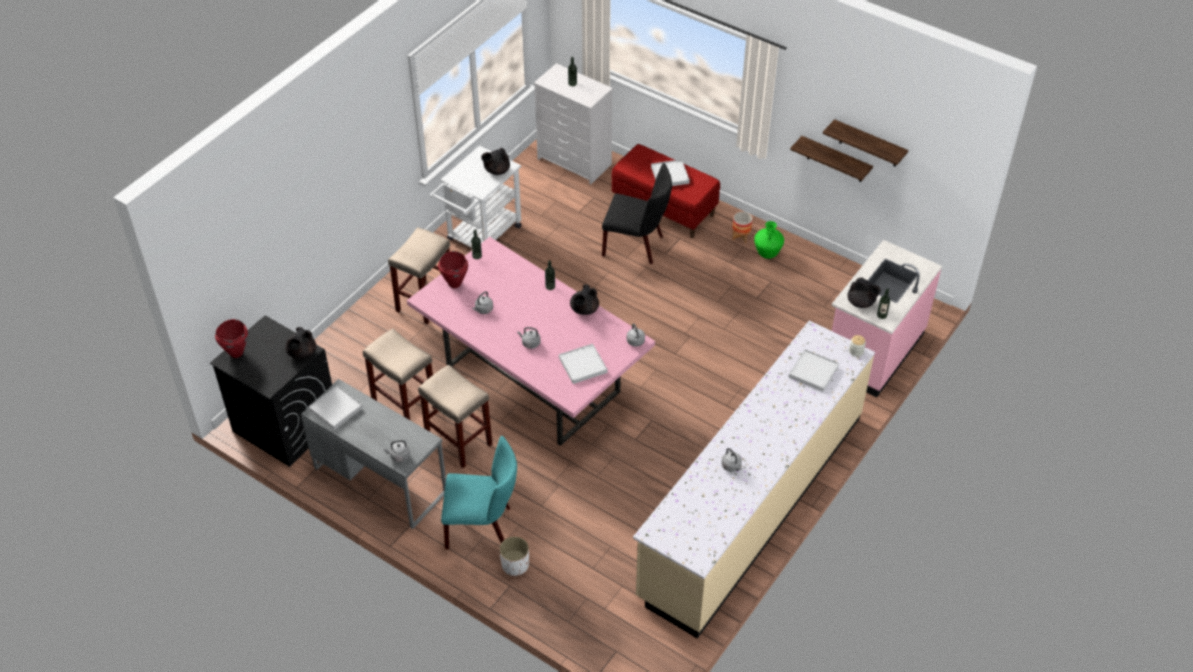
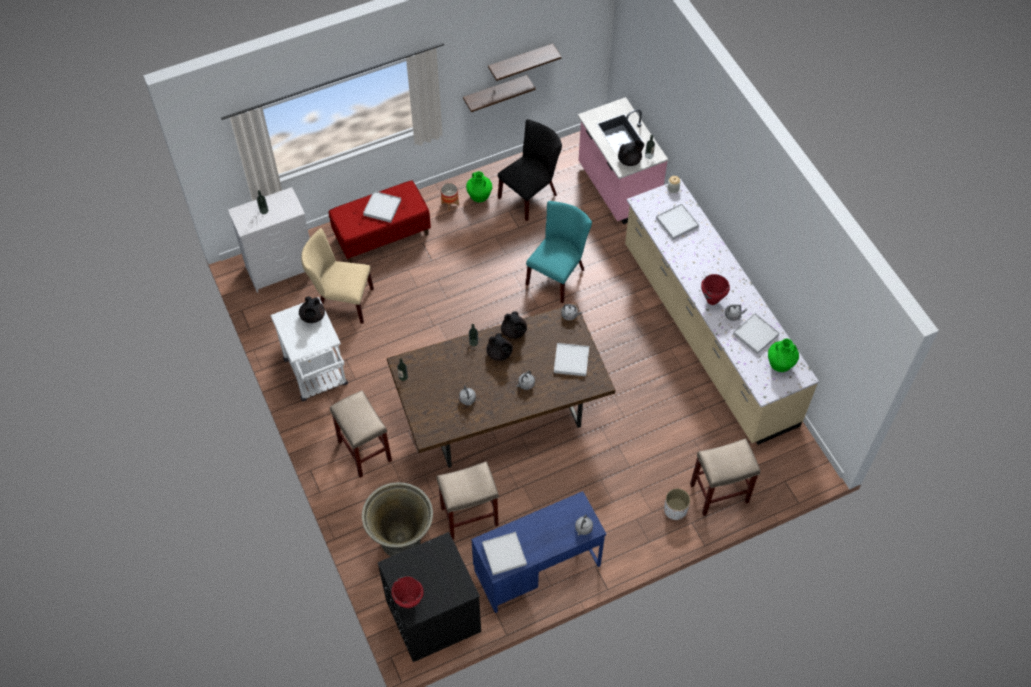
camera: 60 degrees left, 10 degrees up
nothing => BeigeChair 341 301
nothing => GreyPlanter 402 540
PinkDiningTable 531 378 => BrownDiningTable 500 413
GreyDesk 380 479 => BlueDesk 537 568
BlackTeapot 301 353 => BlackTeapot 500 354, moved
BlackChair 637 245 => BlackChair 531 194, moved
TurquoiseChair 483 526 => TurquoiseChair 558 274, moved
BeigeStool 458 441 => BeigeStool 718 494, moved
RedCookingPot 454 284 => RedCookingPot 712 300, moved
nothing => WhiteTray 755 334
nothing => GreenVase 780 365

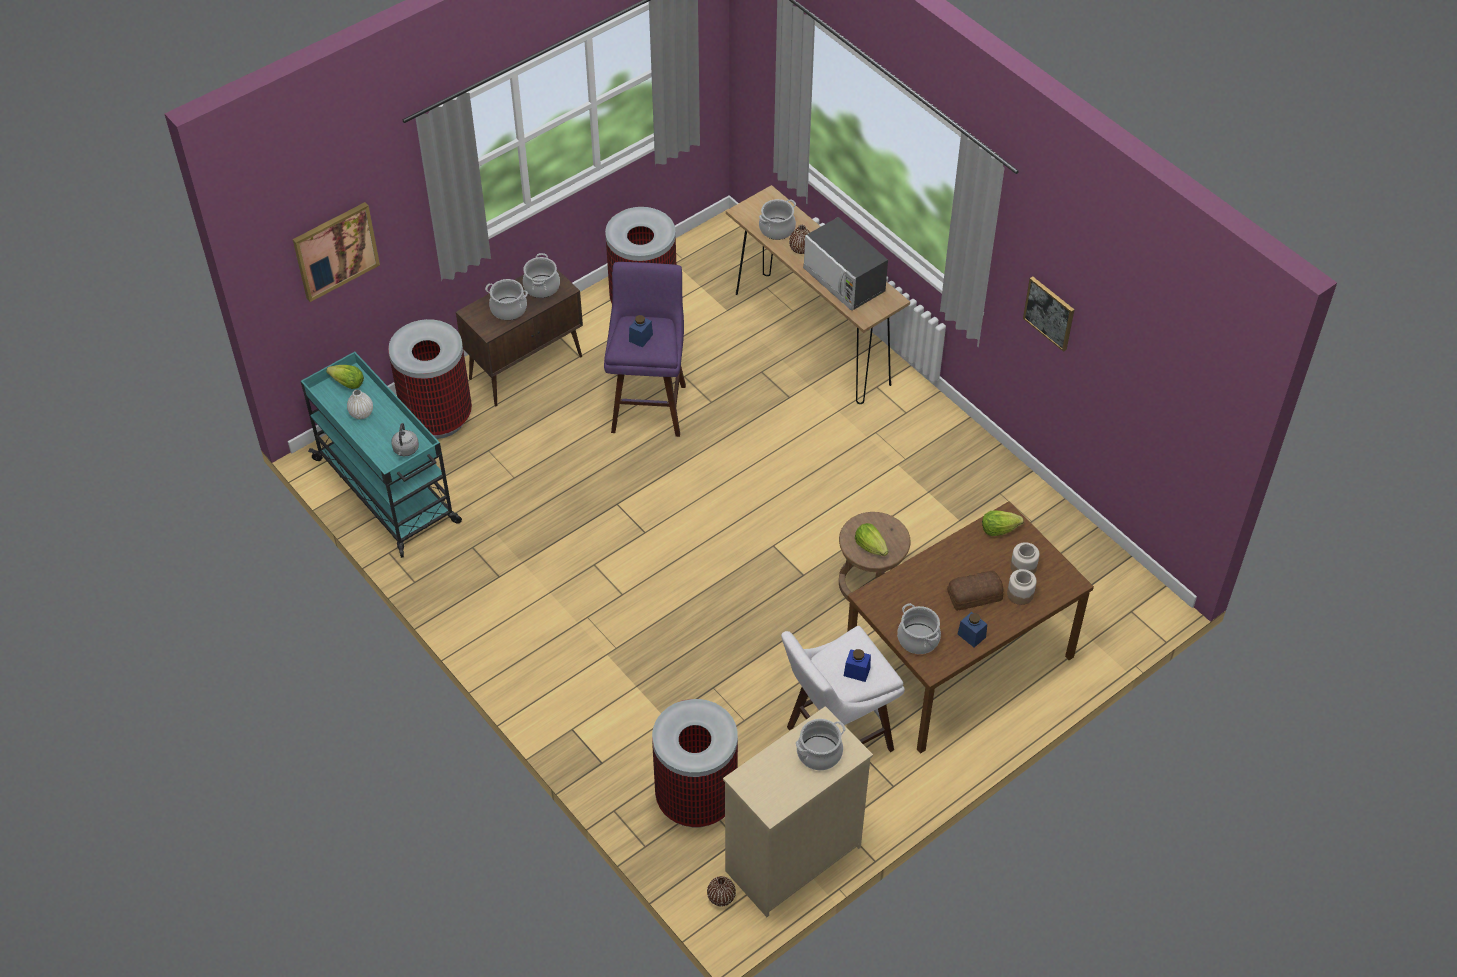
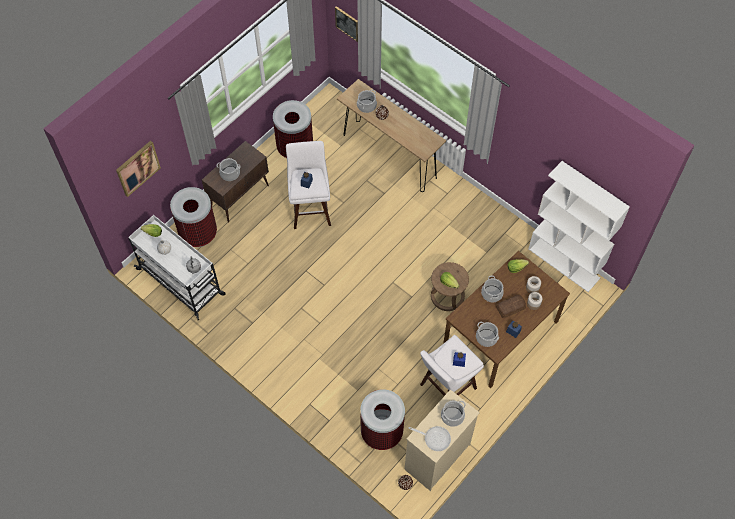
camera: 10 degrees left, 10 degrees up
TurquoiseCart 387 492 => WhiteCart 181 282
PurpleStool 649 404 => WhiteStool 310 209
Picture 1049 313 => Picture 347 23, moved
nothing => FryingPan 435 438
CookingPot 542 287 => CookingPot 492 293, moved
nothing => WhiteBookcase 564 263
Microwave 844 281 => nothing

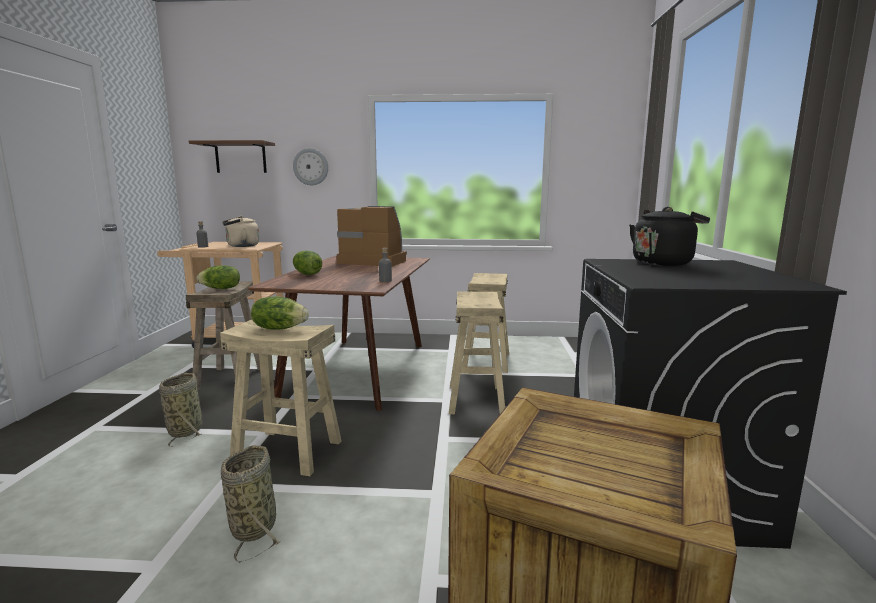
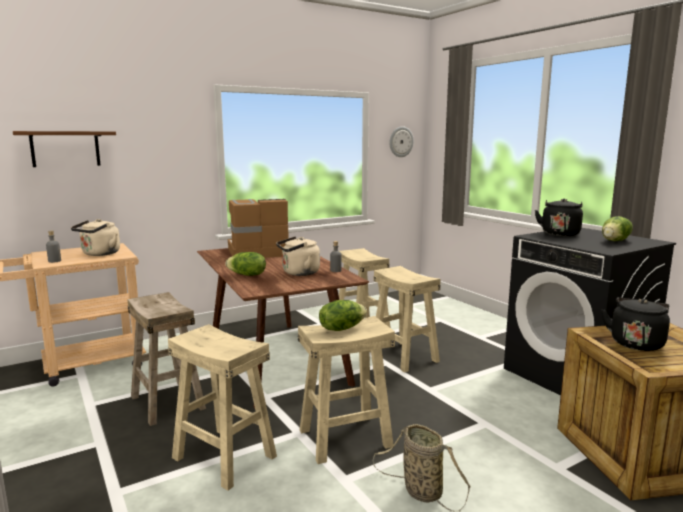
camera: 35 degrees left, 0 degrees up
Basket 186 430 => BeigeStool 223 457
nothing => BeigeKettle 298 273
WallClock 311 167 => WallClock 400 141, moved
Lettuce 221 288 => Lettuce 615 241, moved
nothing => BlackKettle 636 343

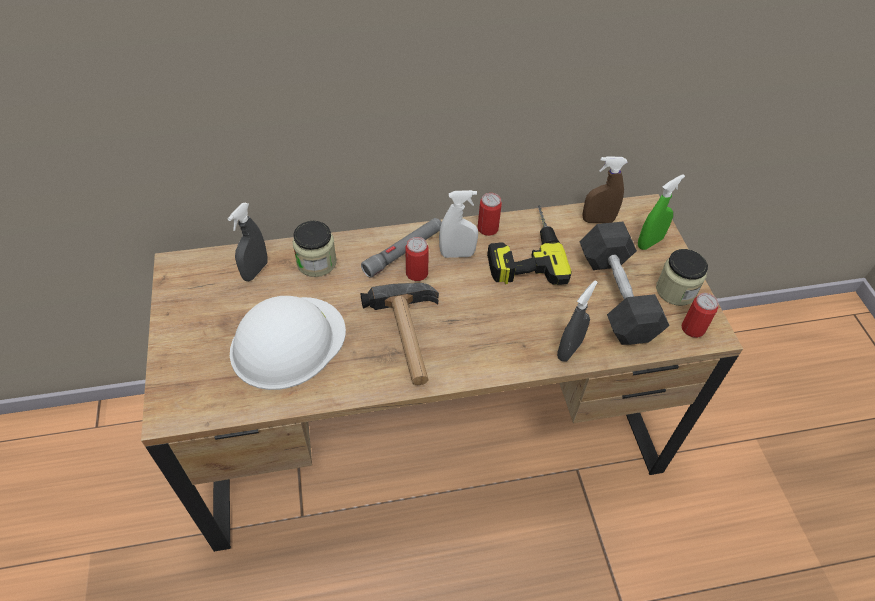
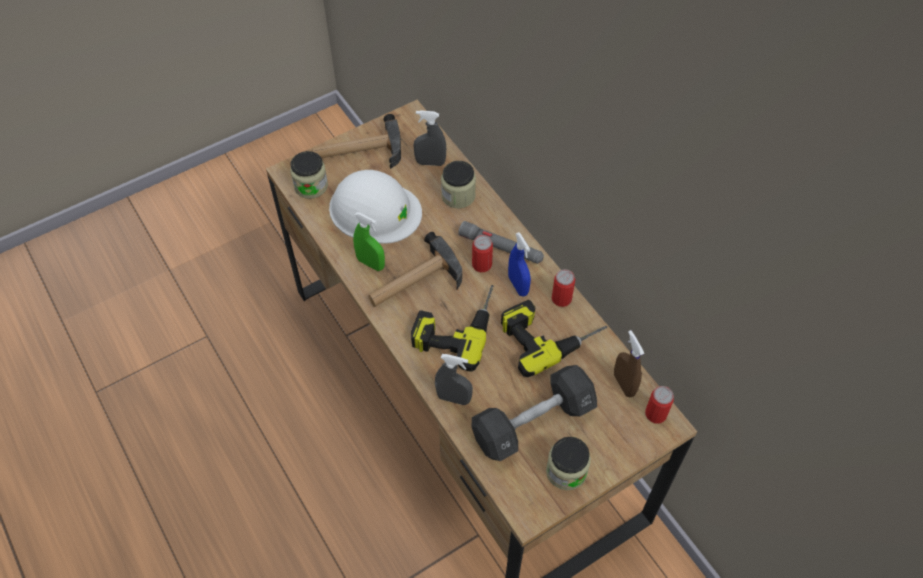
camera: 70 degrees right, 5 degrees up
nothing => Jar 311 186
nothing => Hammer 358 151
GreenSprayBottle 649 242 => GreenSprayBottle 371 263, moved
nothing => PowerDrill 455 324
WhiteSprayBottle 457 254 => BlueSprayBottle 518 285
Can 692 328 => Can 656 414, moved

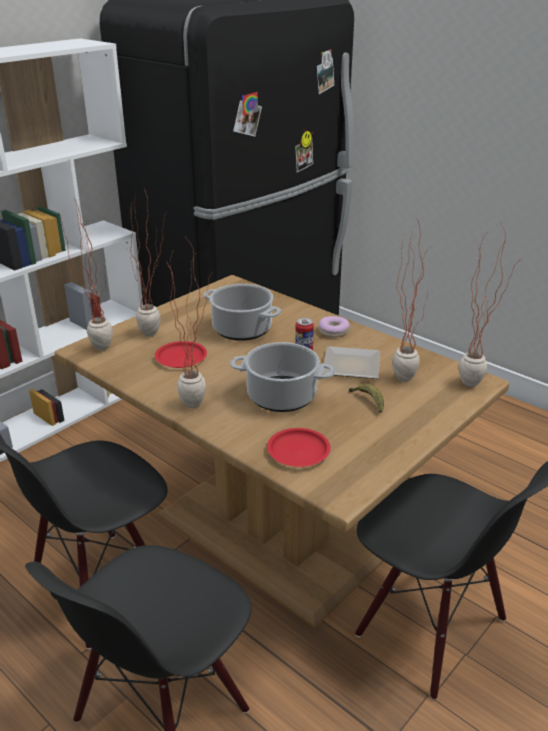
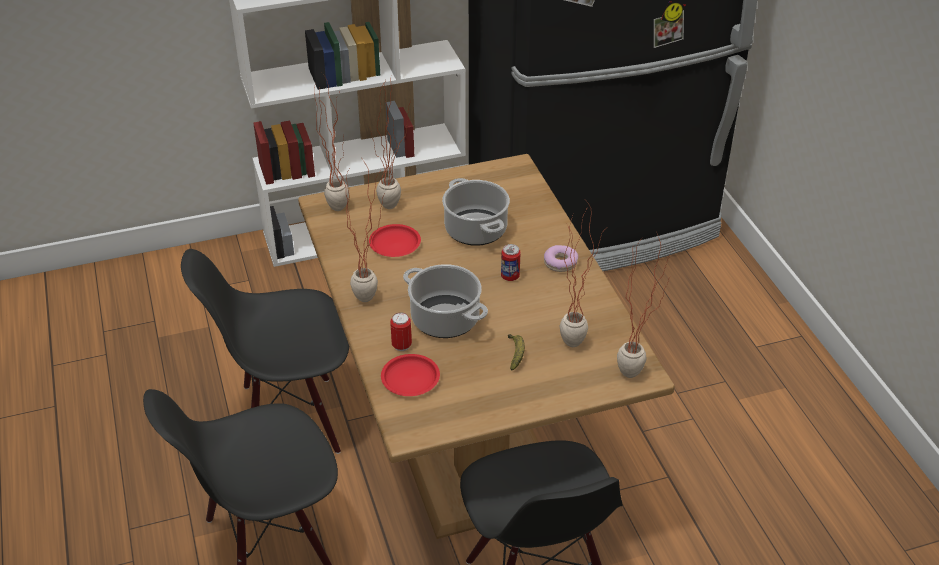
camera: 30 degrees right, 10 degrees up
nothing => Can 401 345
Plate 353 365 => nothing

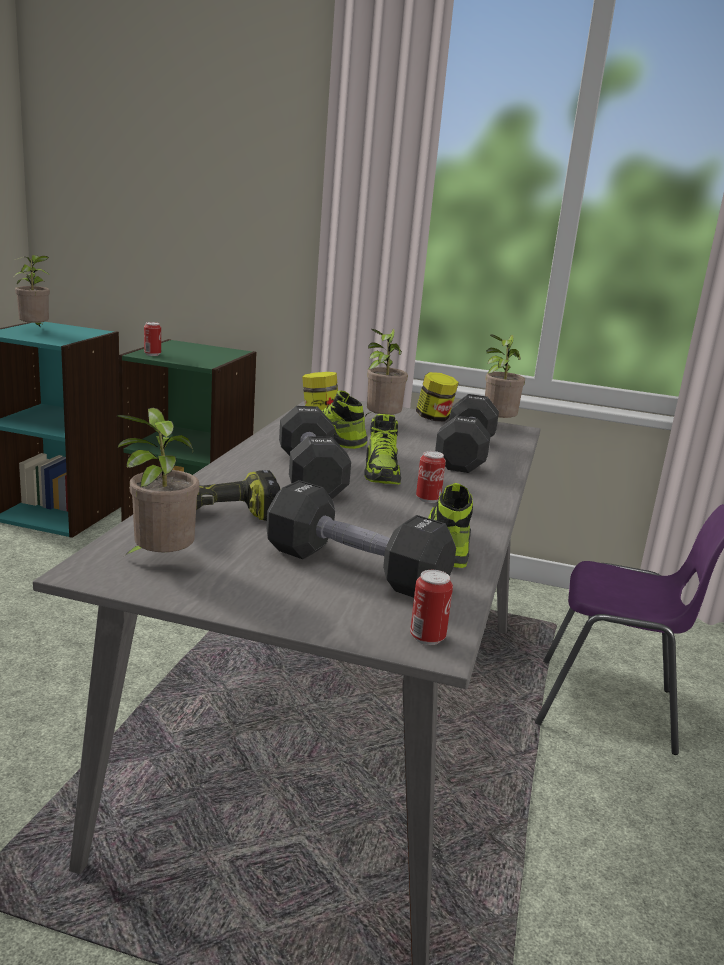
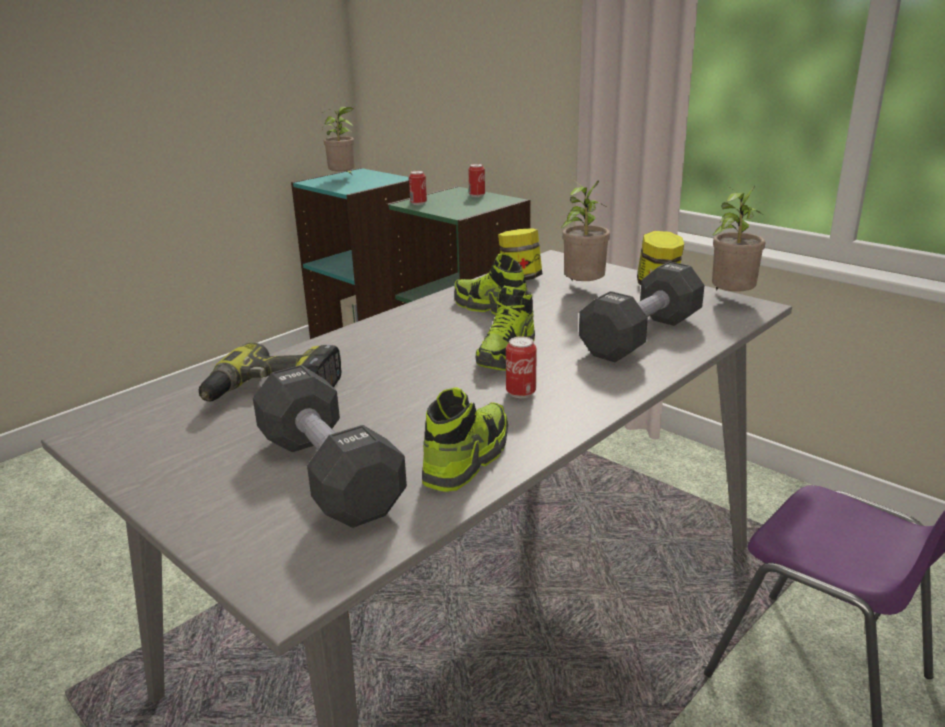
camera: 30 degrees right, 5 degrees up
Can 427 637 => Can 477 195, moved
PottedPlant 160 562 => nothing
BlackDumbbell 310 475 => nothing

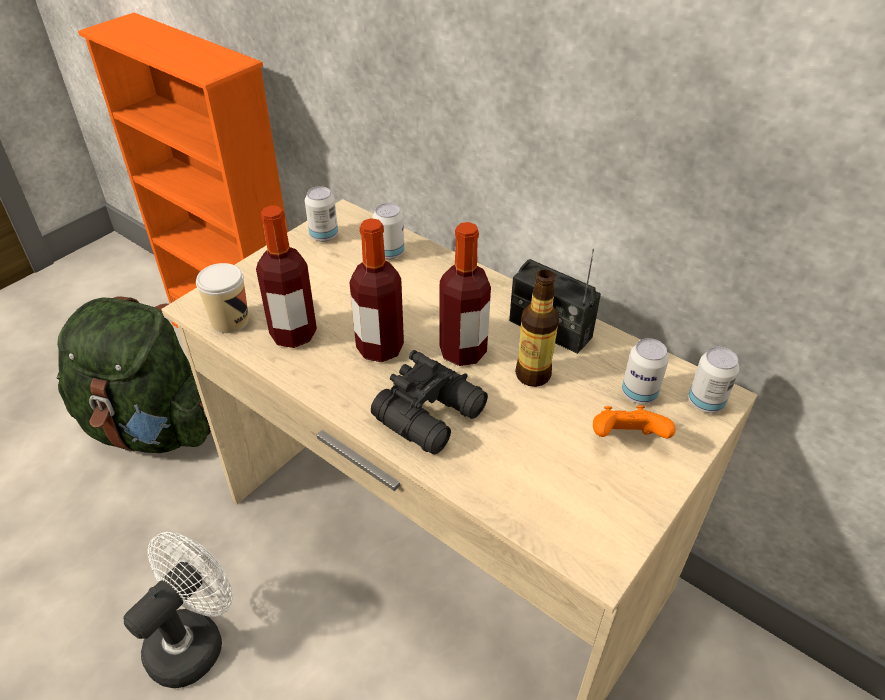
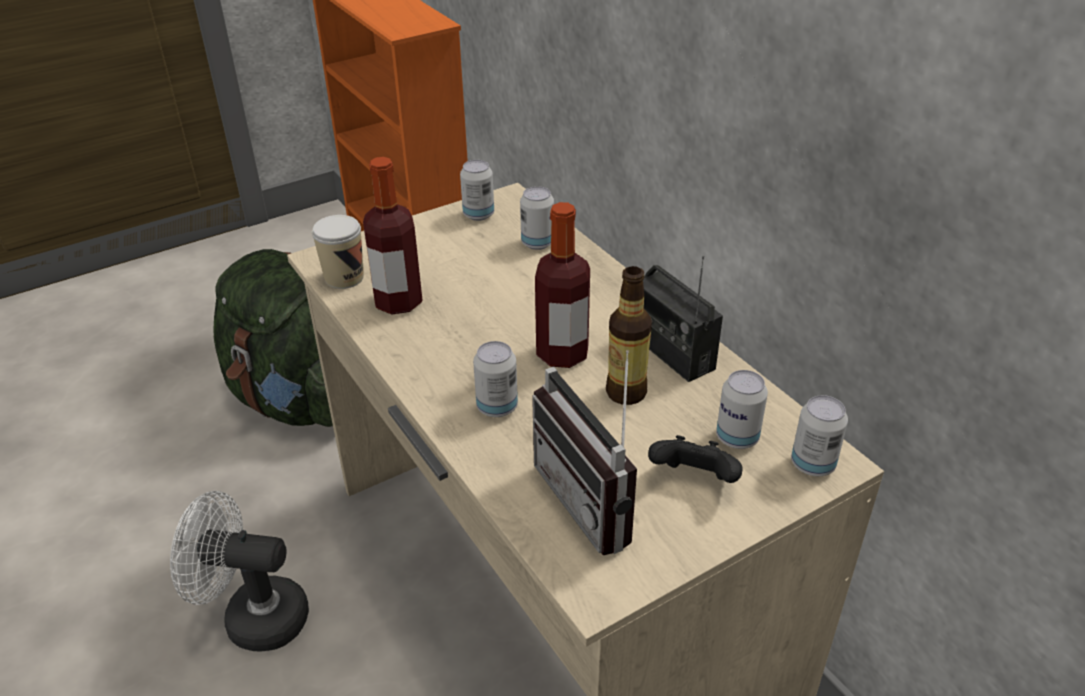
camera: 20 degrees right, 5 degrees down
WhiteFan 194 639 => WhiteFan 254 617, 135 degrees counterclockwise
BlackBinoculars 433 415 => Can 497 407
nothing => Radio 597 500
OrangeGameController 625 440 => BlackGameController 694 480
Bottle 380 348 => nothing

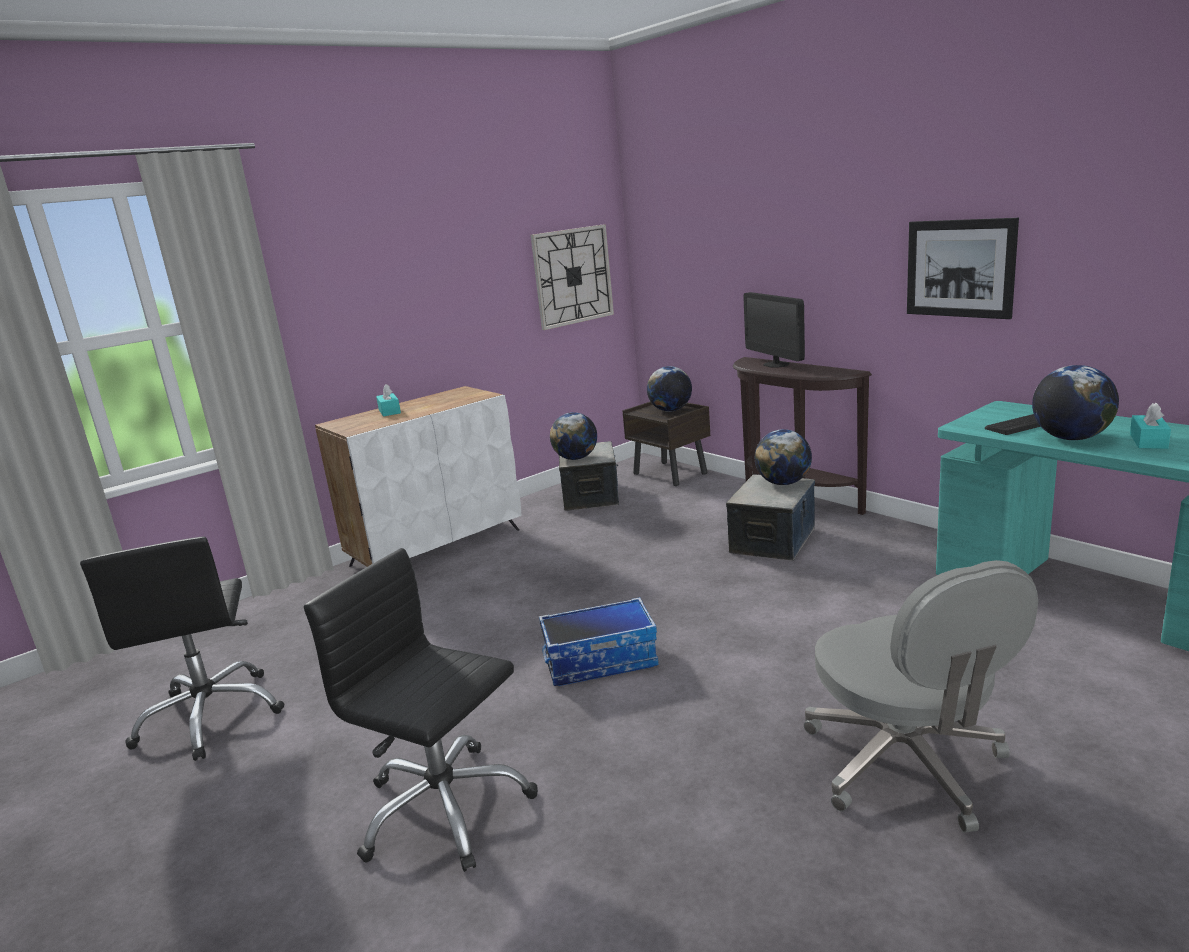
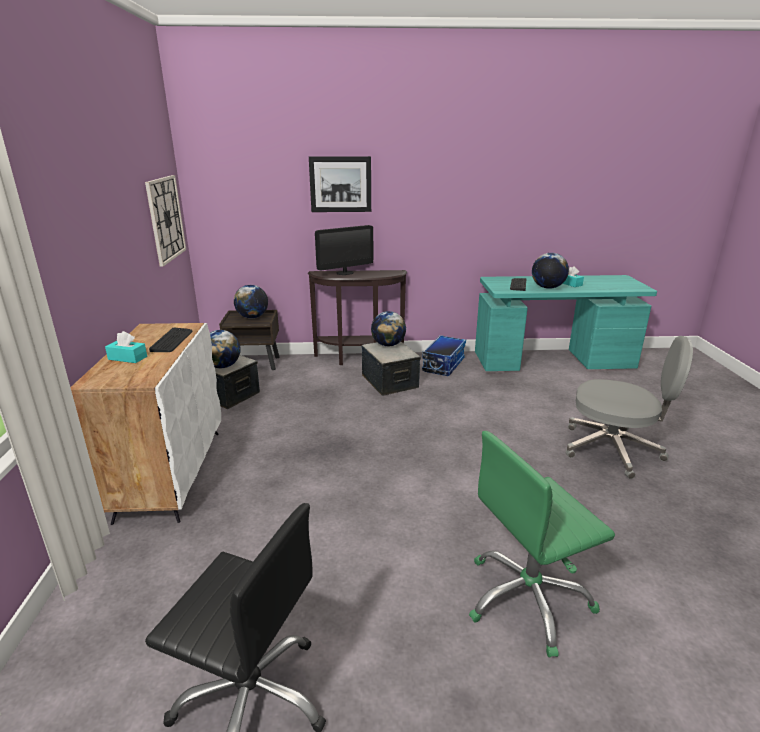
camera: 55 degrees left, 5 degrees up
nothing => Keyboard 172 340
Picture 959 268 => Picture 340 184, moved
Monitor 776 364 => Monitor 345 273, 45 degrees counterclockwise
StorageBox 601 661 => StorageBox 443 365, moved
BlackOfficeChair 444 809 => GreenOfficeChair 527 599

